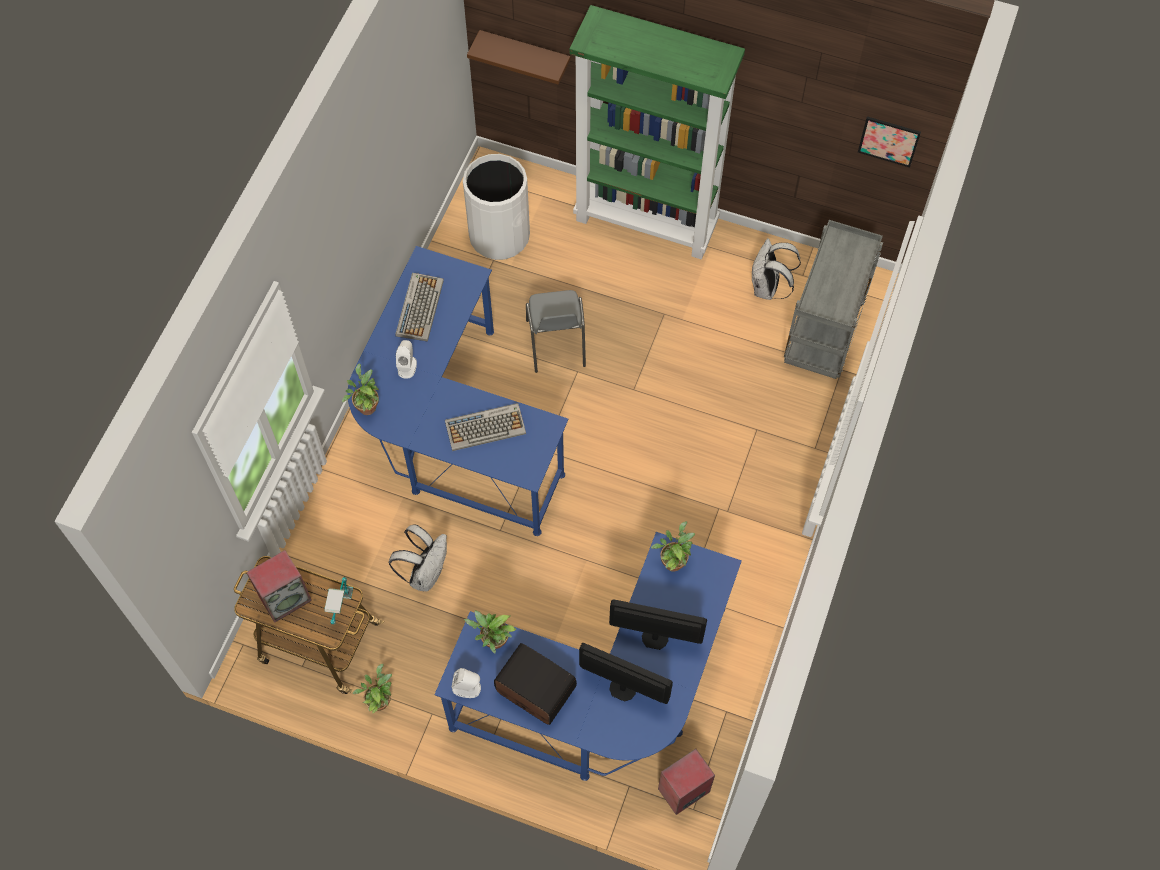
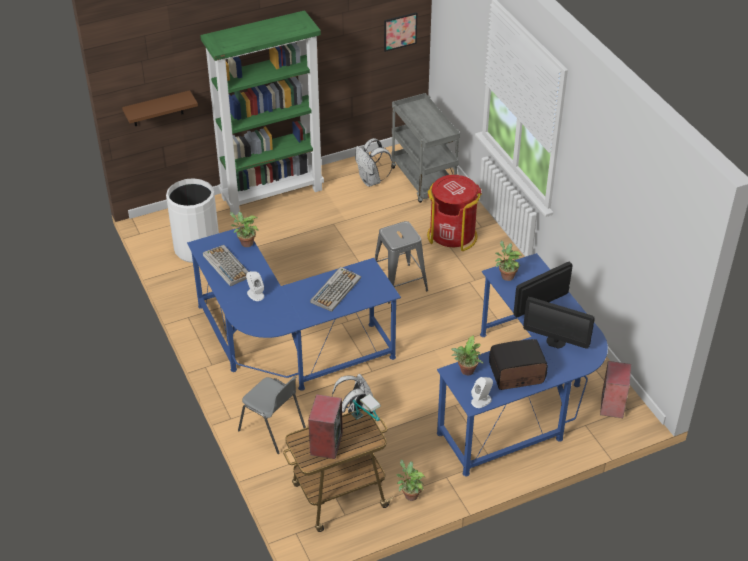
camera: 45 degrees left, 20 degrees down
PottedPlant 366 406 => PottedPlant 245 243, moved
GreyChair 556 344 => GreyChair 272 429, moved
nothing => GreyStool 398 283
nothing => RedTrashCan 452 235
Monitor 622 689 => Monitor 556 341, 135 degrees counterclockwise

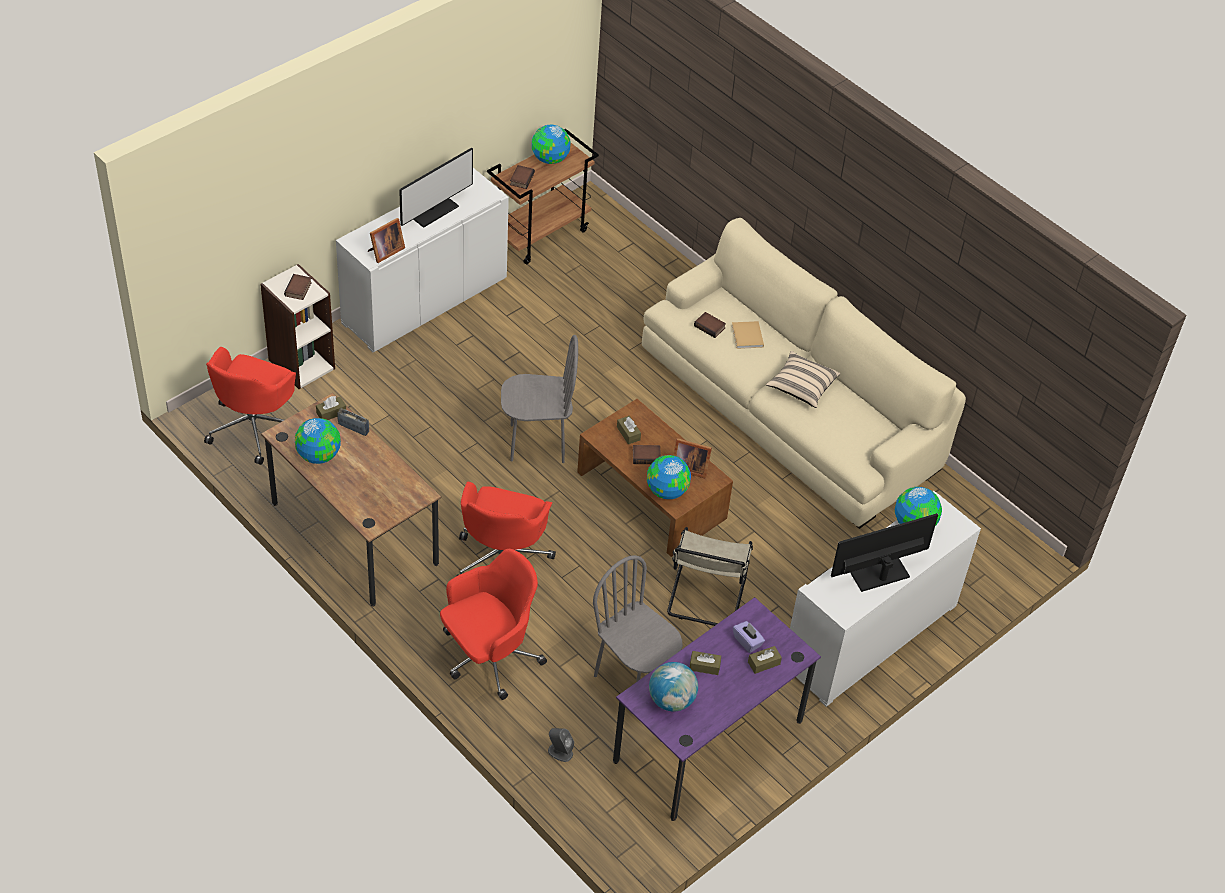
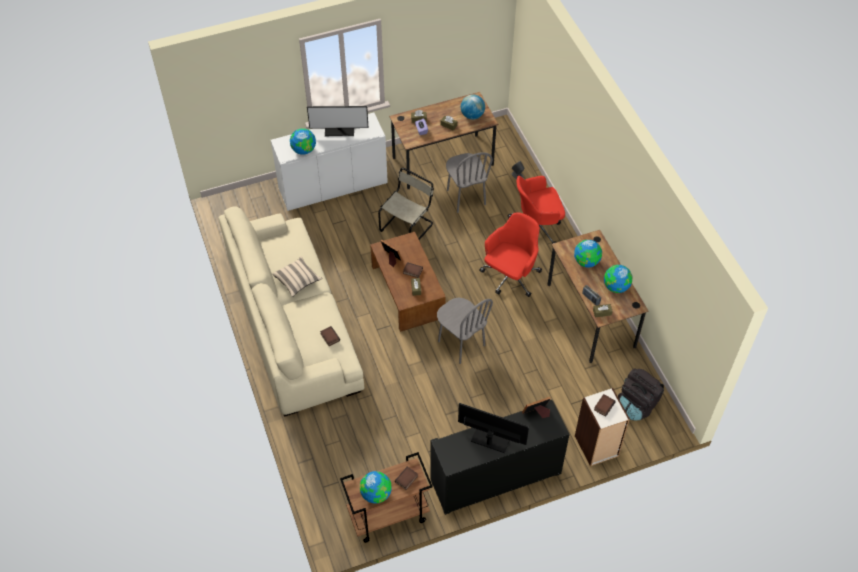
camera: 155 degrees left, 5 degrees up
PurpleDesk 708 741 => BrownDesk 443 161
WhiteCabinet 425 300 => BlackCabinet 495 477
GreyChair 537 443 => GreyChair 461 343, 150 degrees counterclockwise
Monitor 434 211 => Monitor 490 440, 45 degrees clockwise
Globe 666 491 => Globe 586 261, moved
RedOfficeChair 255 427 => BlackBackpack 637 405
BeigeBook 747 337 => nothing

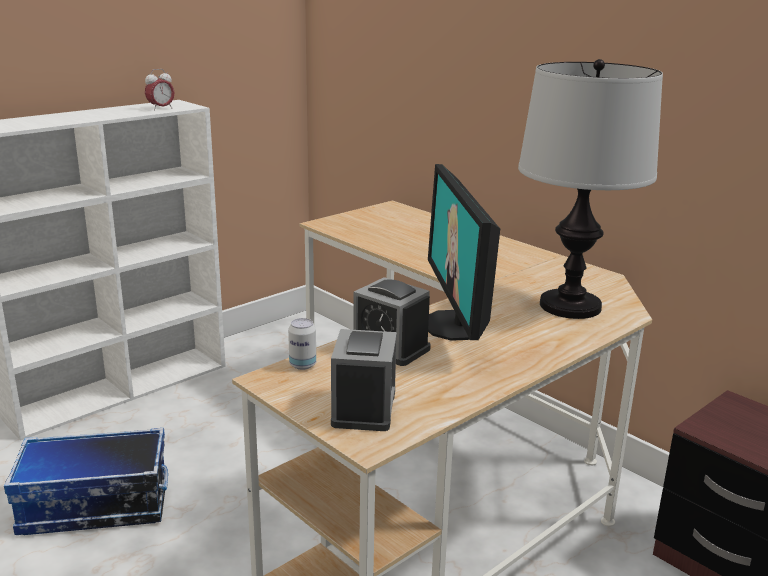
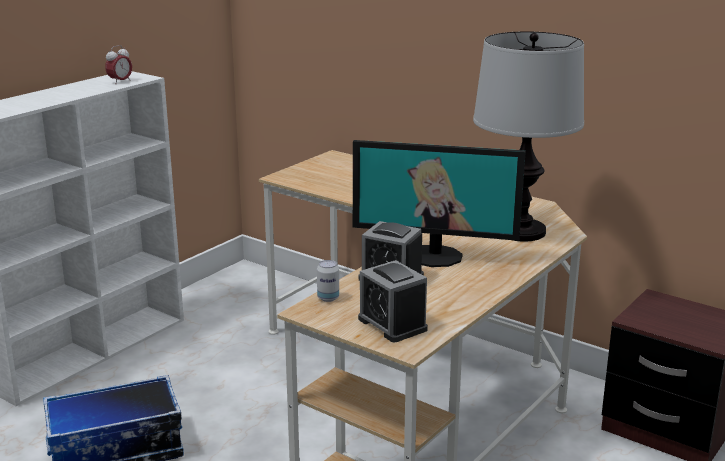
camera: 10 degrees left, 0 degrees up
Monitor 455 325 => Monitor 435 256, 60 degrees counterclockwise
AlarmClock 364 408 => AlarmClock 392 324, 150 degrees clockwise

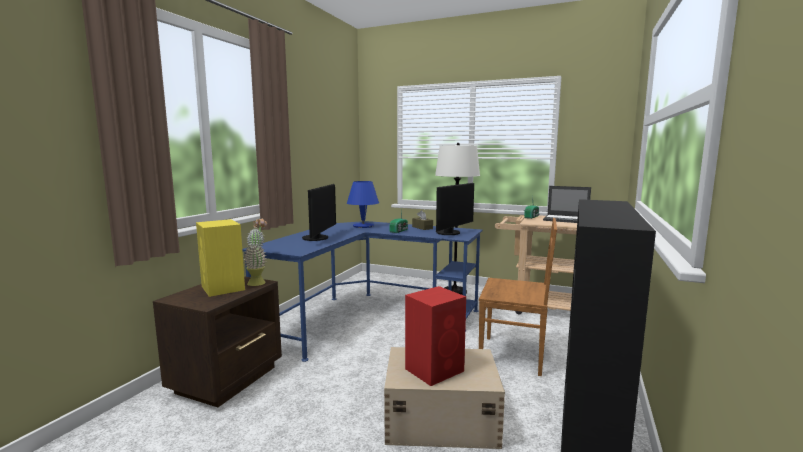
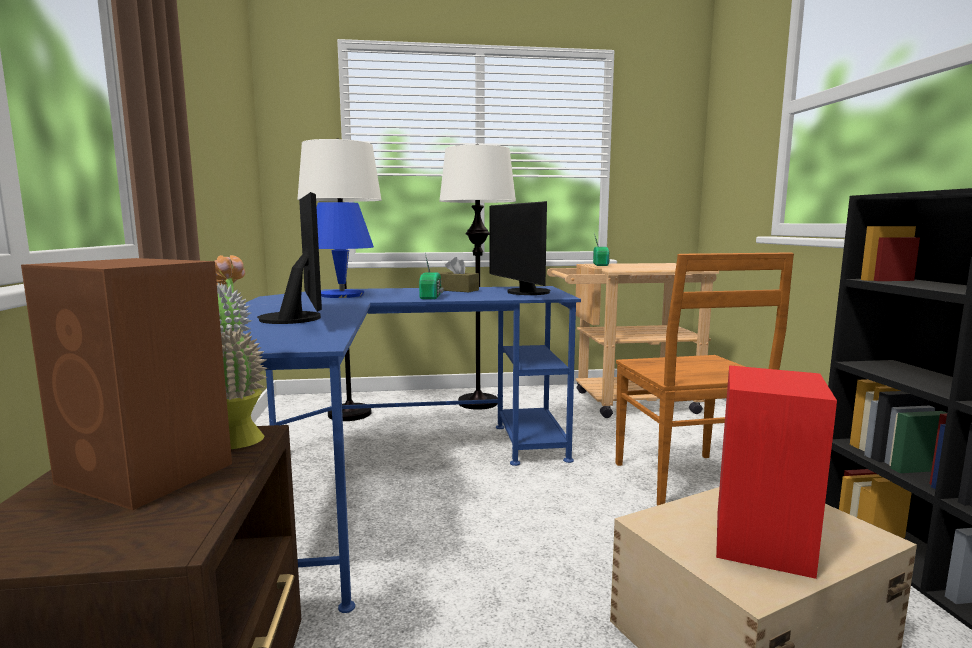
camera: 30 degrees left, 0 degrees up
YellowSpeaker 223 288 => BrownSpeaker 148 474
nothing => WhiteFloorLamp 350 413
Monitor 450 233 => Monitor 524 292, 150 degrees clockwise
BrownChair 514 356 => BrownChair 687 481, 90 degrees clockwise
Laptop 566 219 => nothing

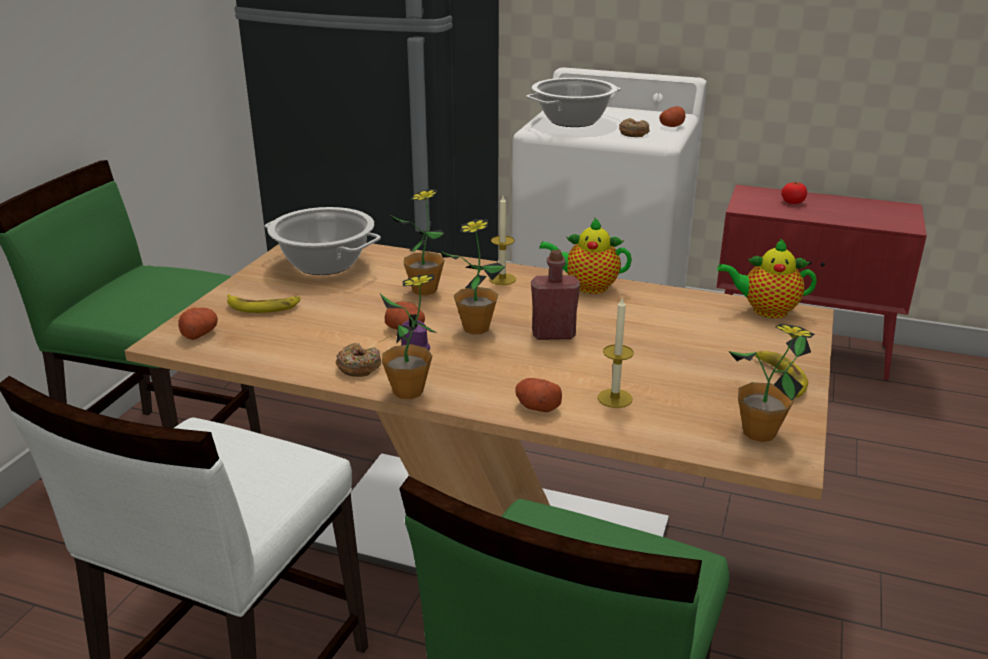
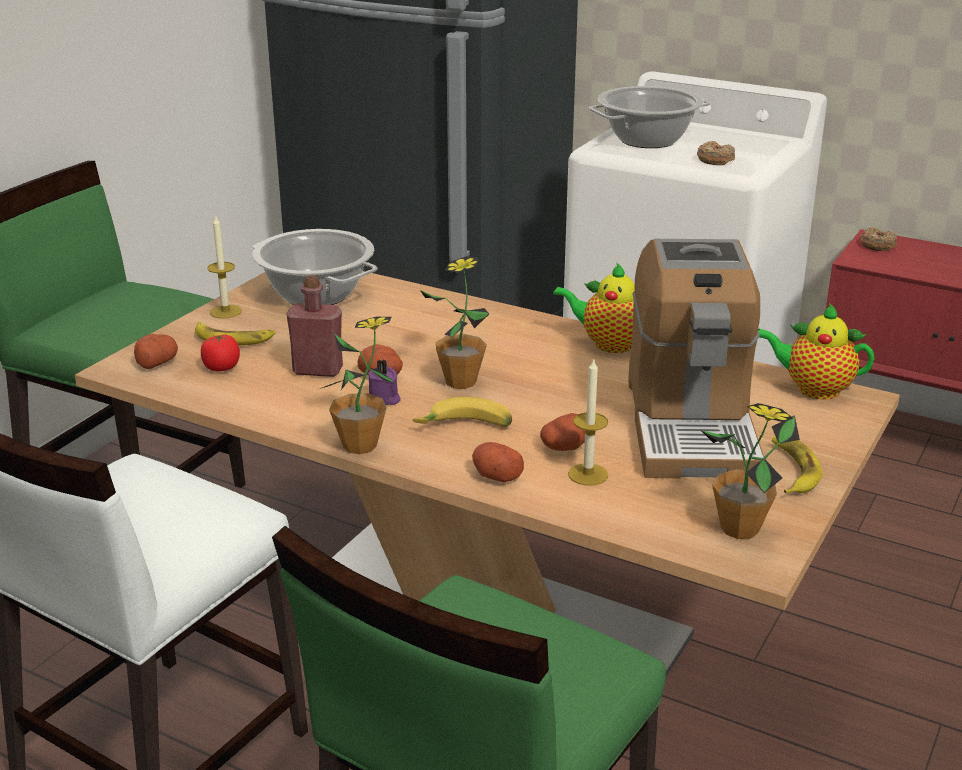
camera: 10 degrees right, 0 degrees up
Tomato 793 202 => Tomato 222 367, moved
Candle 502 279 => Candle 225 311, moved
RedBottle 553 334 => RedBottle 318 370, moved
nothing => Banana 465 428
Potato 671 126 => Potato 564 447, moved
nothing => CoffeeMachine 690 425
Donut 359 367 => Donut 877 245, moved
PottedPlant 424 290 => nothing

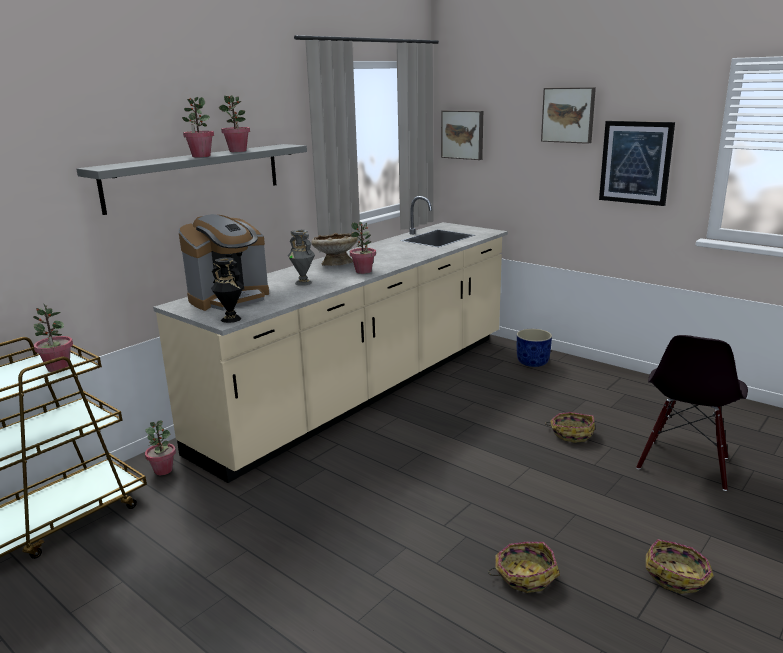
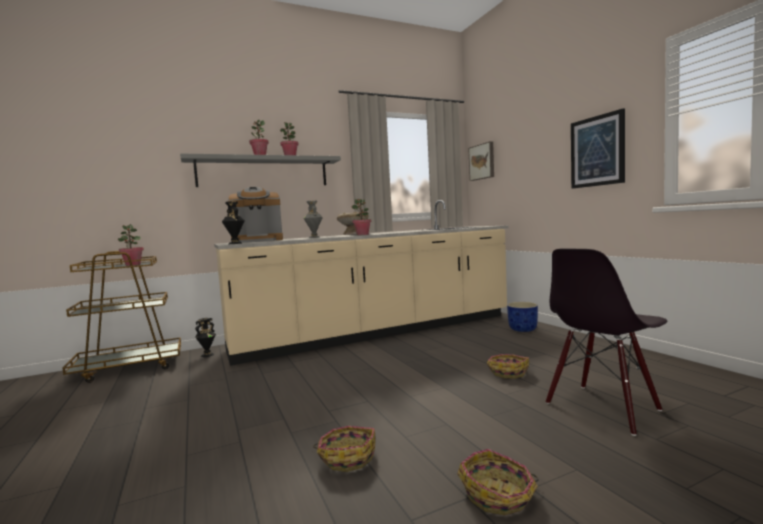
camera: 25 degrees right, 15 degrees down
PottedPlant 163 470 => BlackVase 207 355
Picture 568 115 => nothing

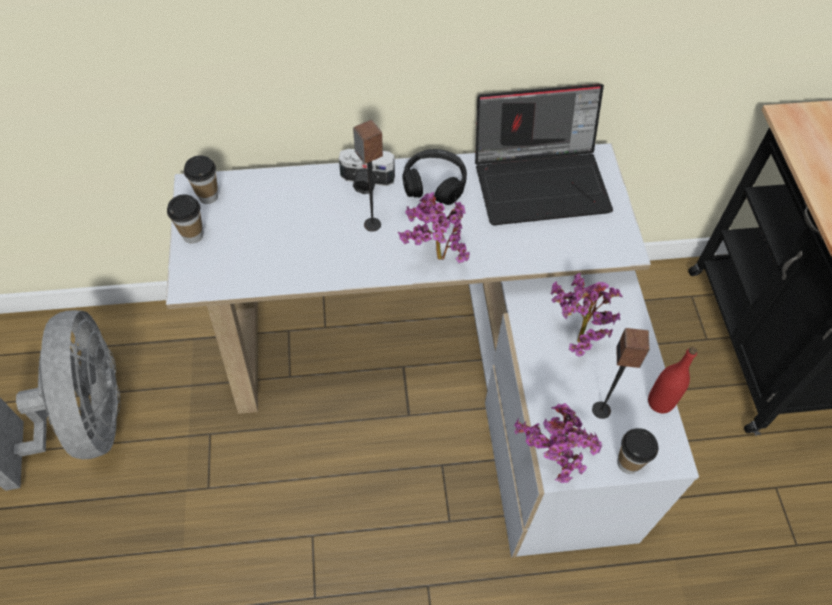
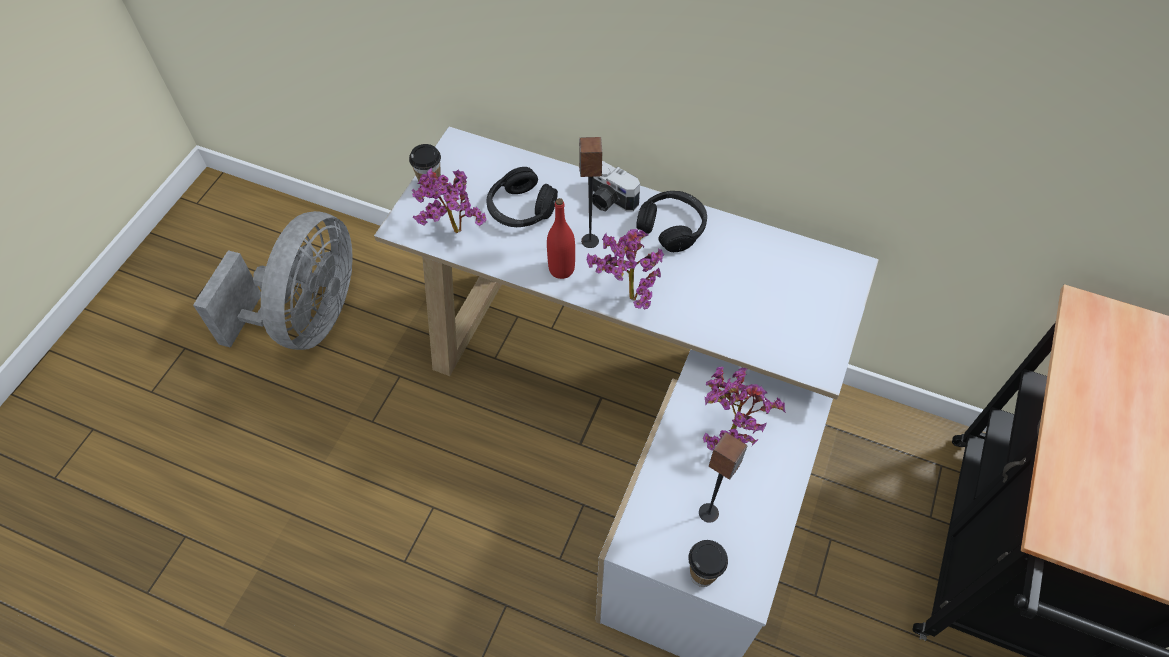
camera: 30 degrees right, 0 degrees up
PottedPlant 553 464 => PottedPlant 451 234, moved
nothing => BlackHeadphones 520 209
RedBottle 660 402 => RedBottle 561 269, moved
Cup 208 196 => nothing
Laptop 541 181 => nothing

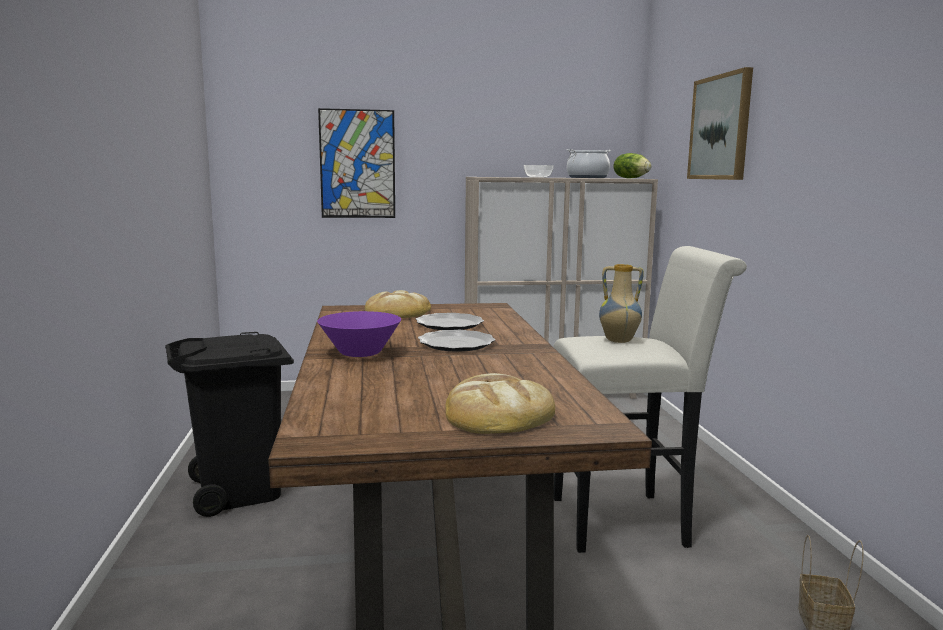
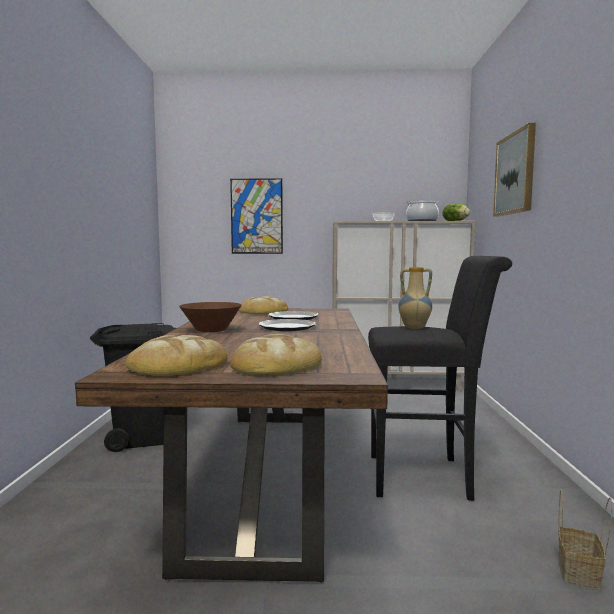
camera: 10 degrees right, 5 degrees down
nothing => Bread 177 365
PurpleBowl 360 353 => BrownBowl 211 330
WhiteStool 629 521 => BlackStool 427 477

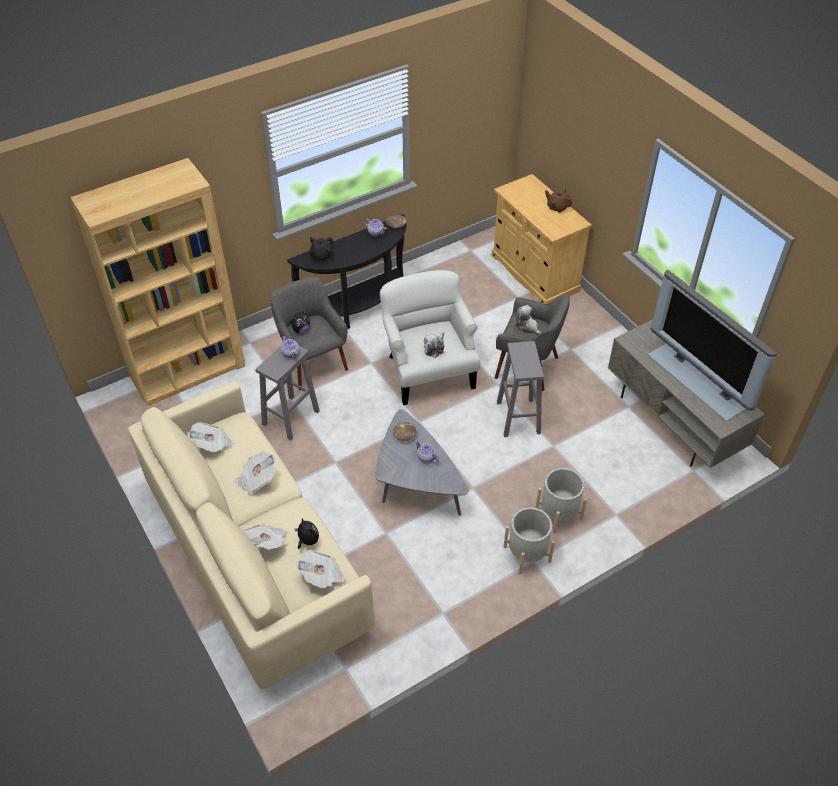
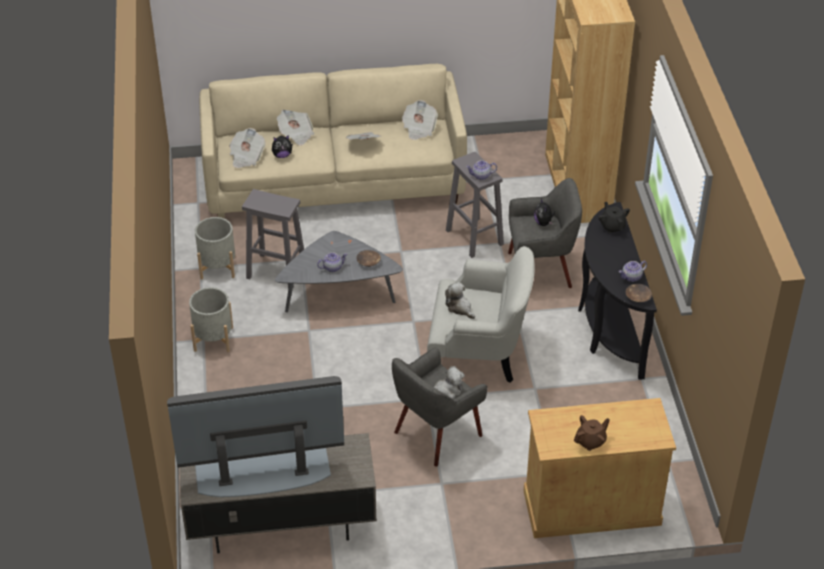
camera: 115 degrees right, 5 degrees down
GreyPlanter 558 514 => GreyPlanter 218 267, moved
GreyStool 518 418 => GreyStool 275 271, moved

